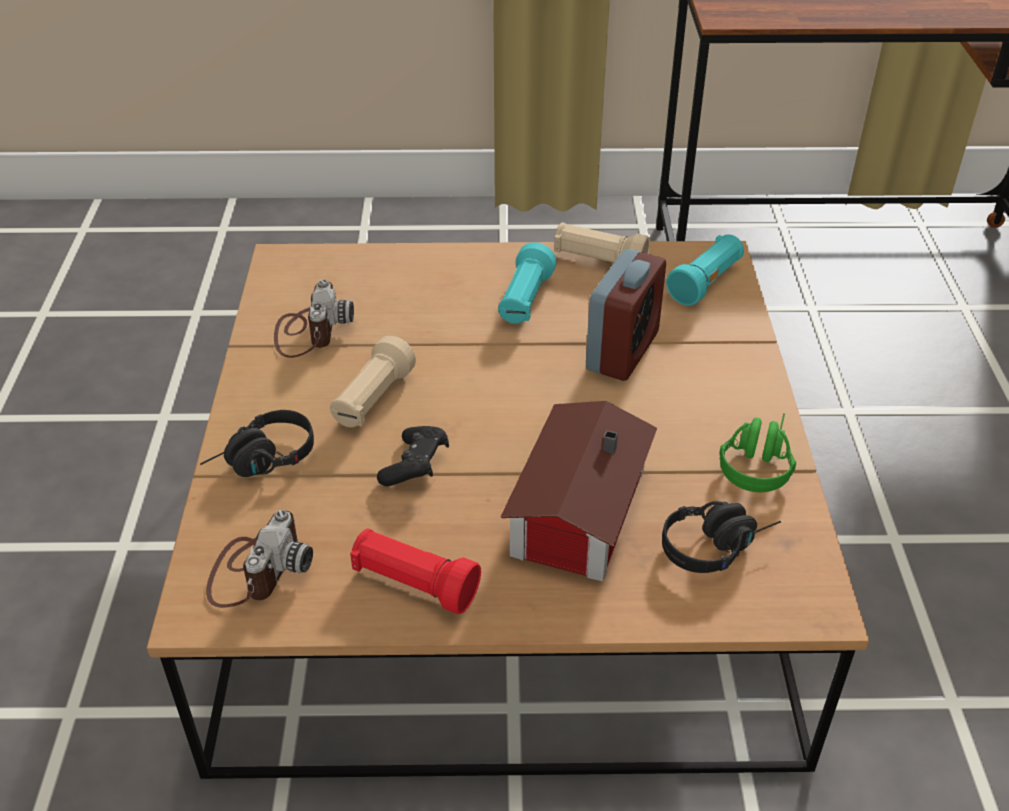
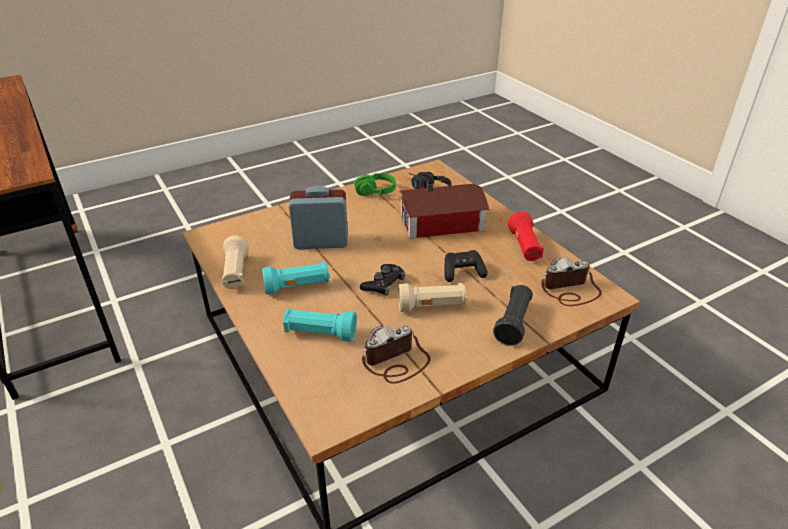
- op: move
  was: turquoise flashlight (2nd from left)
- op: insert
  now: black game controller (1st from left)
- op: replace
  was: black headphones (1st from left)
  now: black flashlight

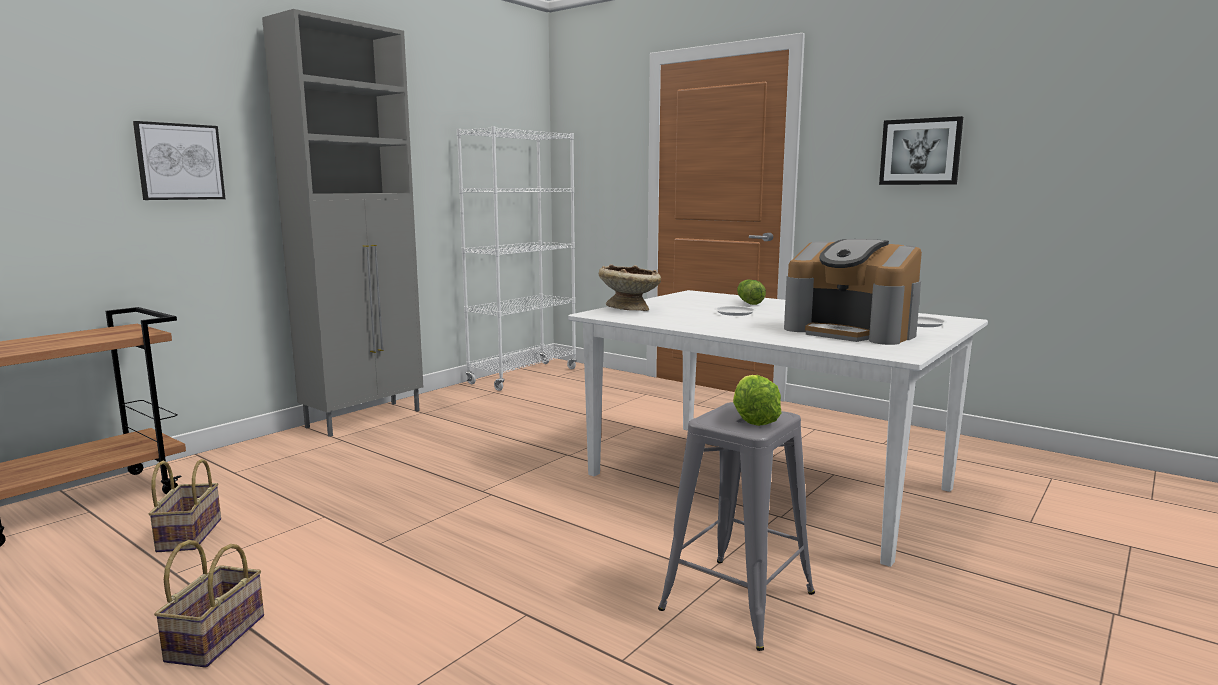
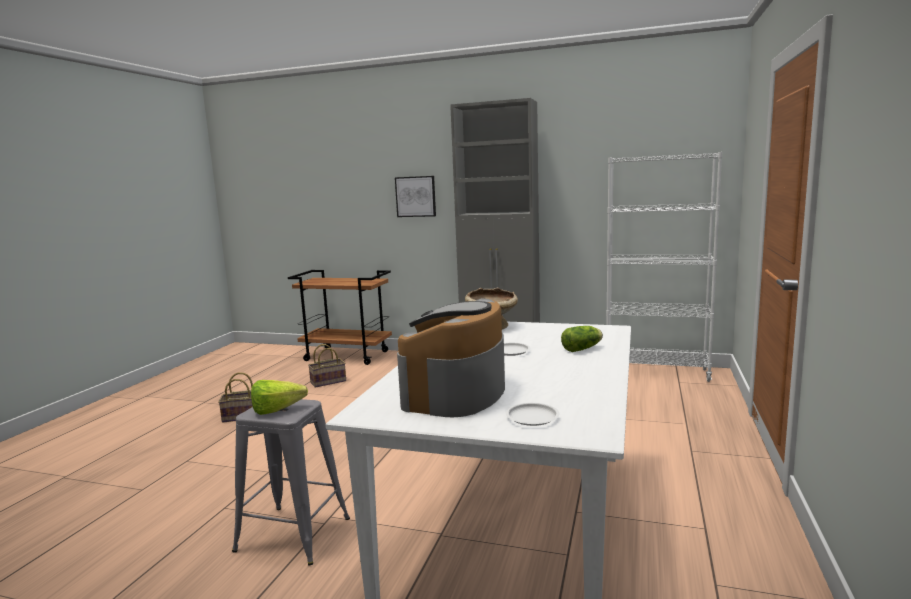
- op: delete
  was: picture (2nd from left)

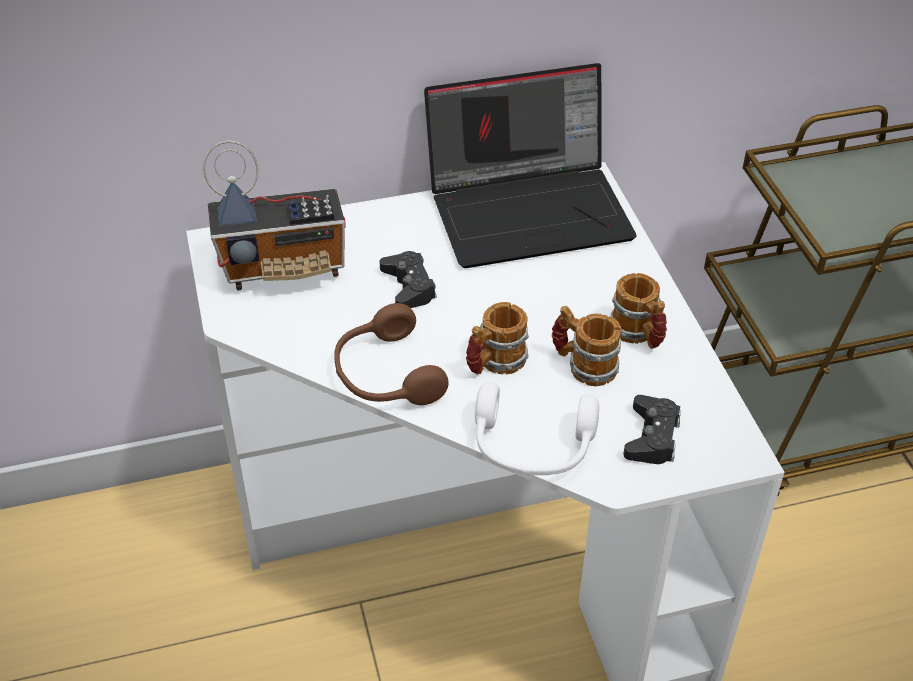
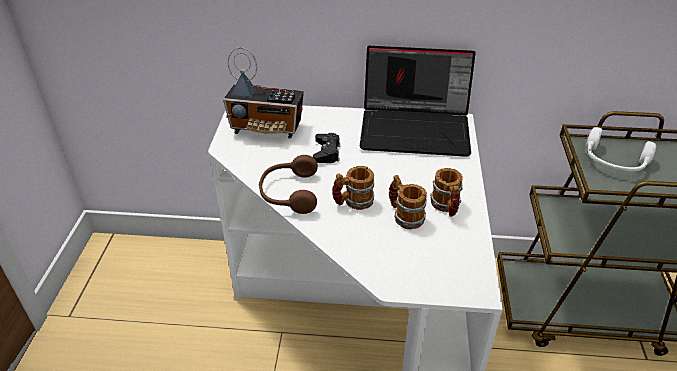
- op: move
  was: white headphones
- op: delete
  was: black game controller (2nd from left)

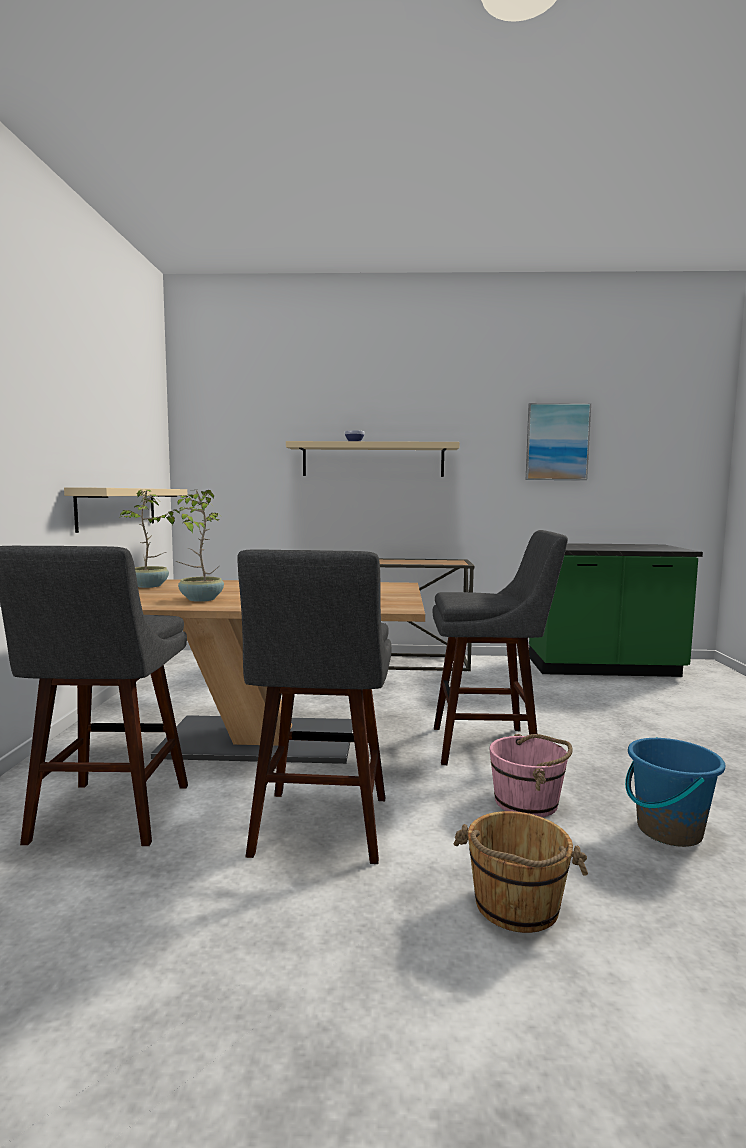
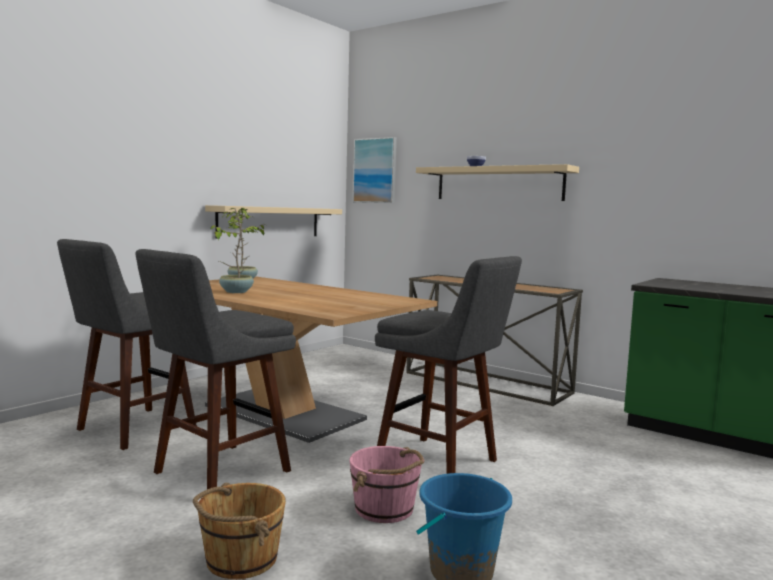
- op: move
  was: picture

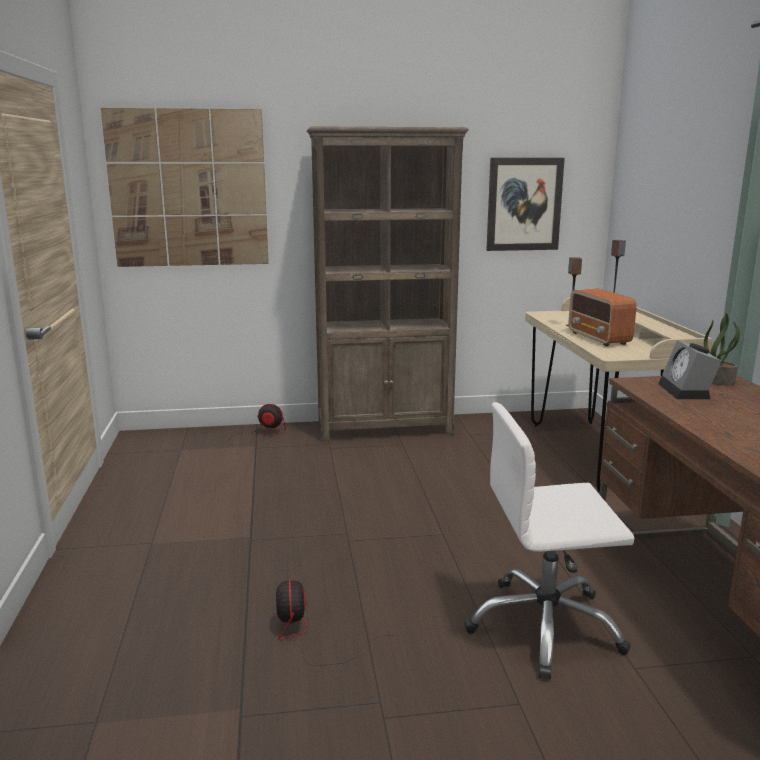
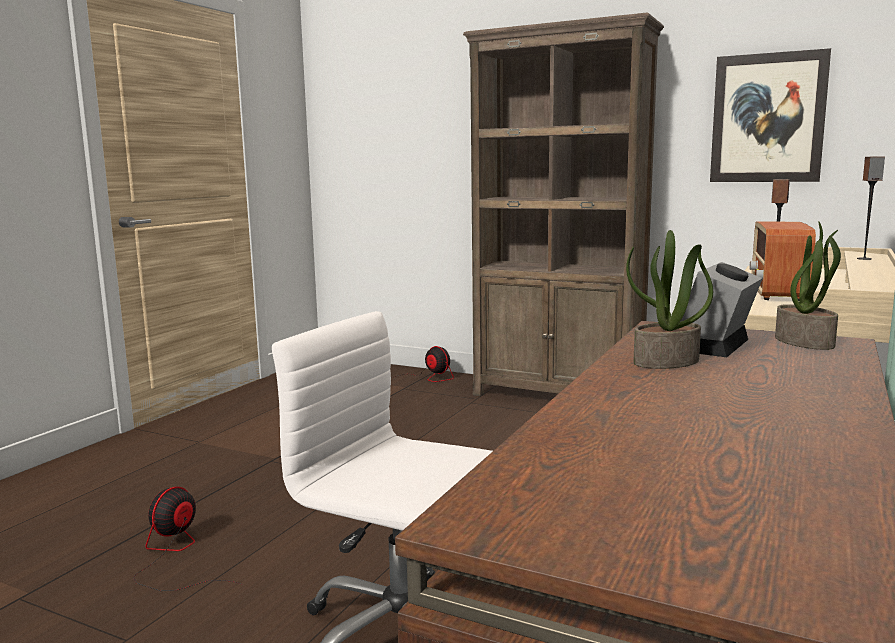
- op: insert
  now: potted plant (1st from left)
- op: delete
  was: picture (1st from left)

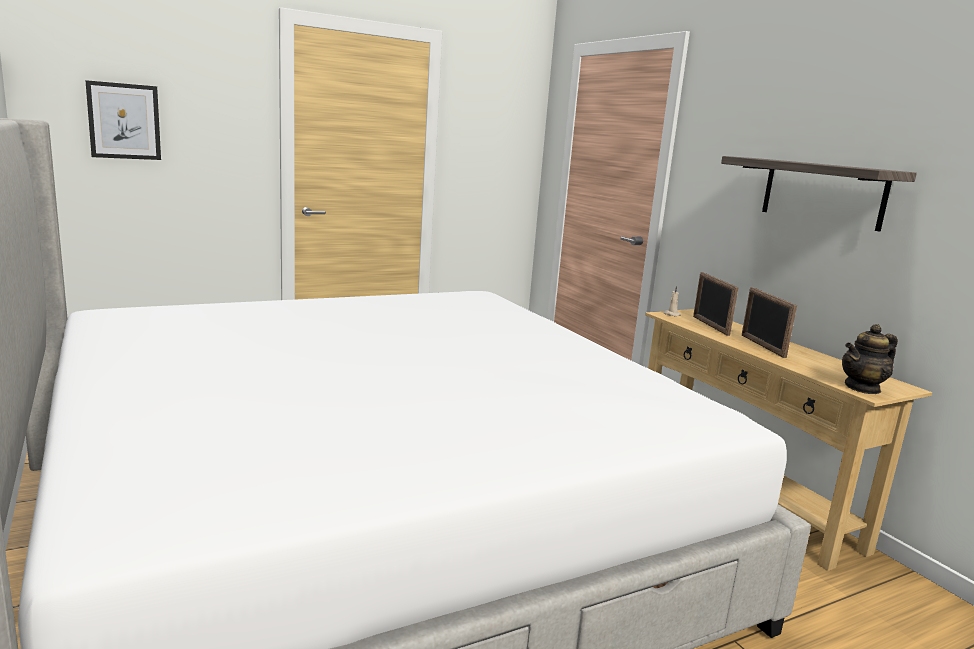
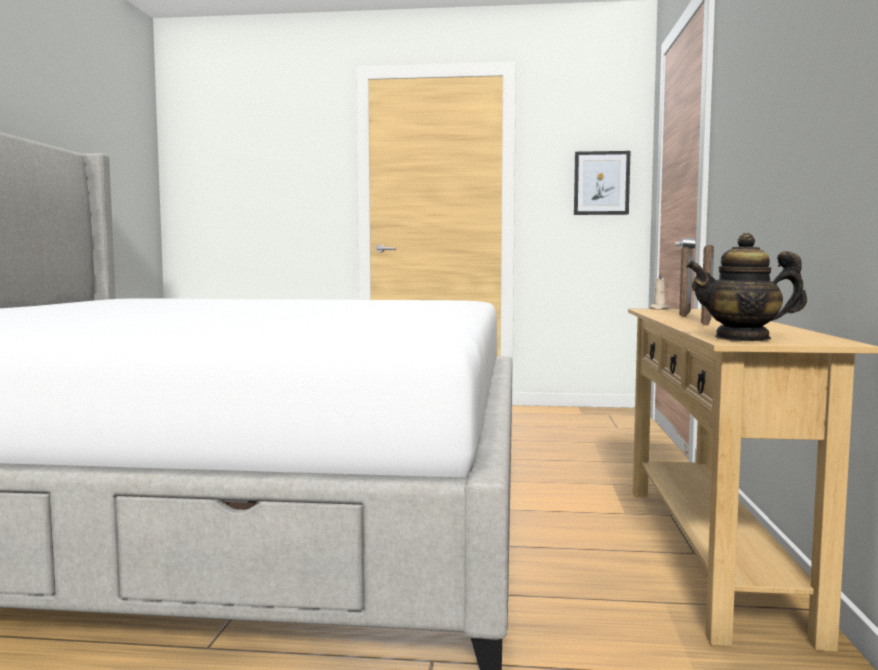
- op: move
  was: picture
- op: delete
  was: shelf

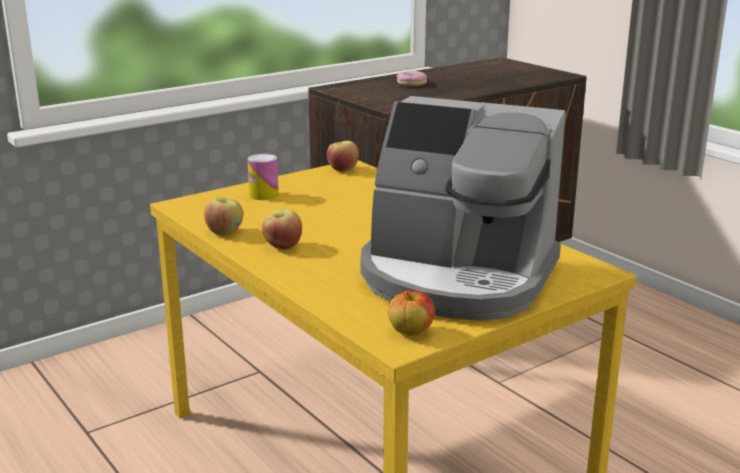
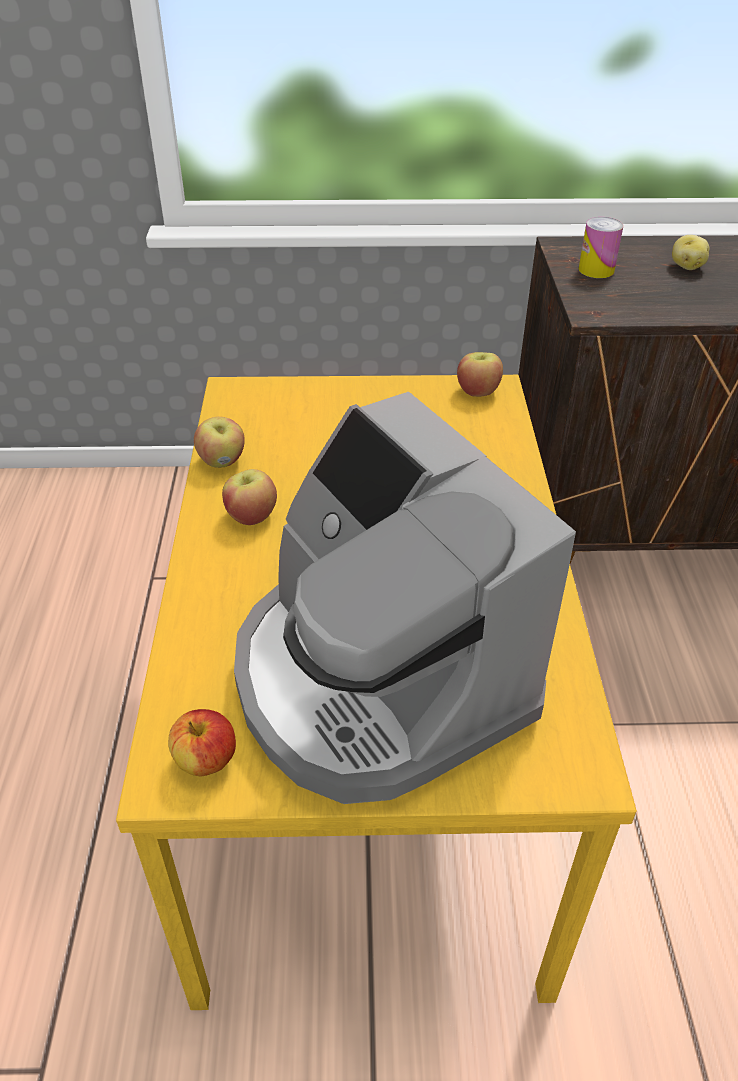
- op: move
  was: can
- op: replace
  was: donut
  now: potato

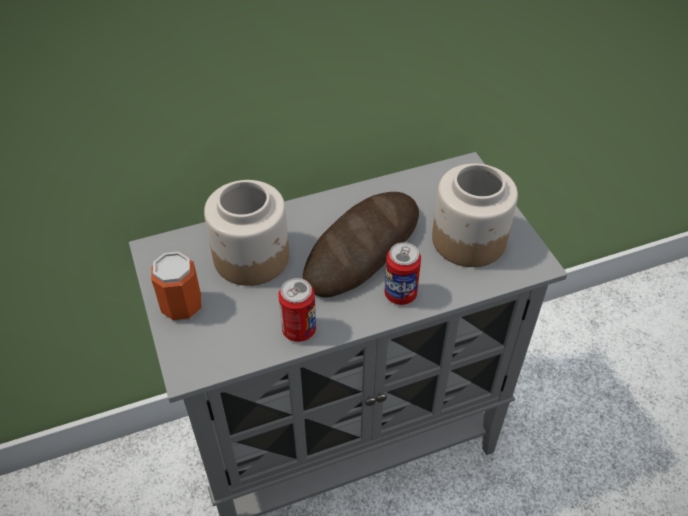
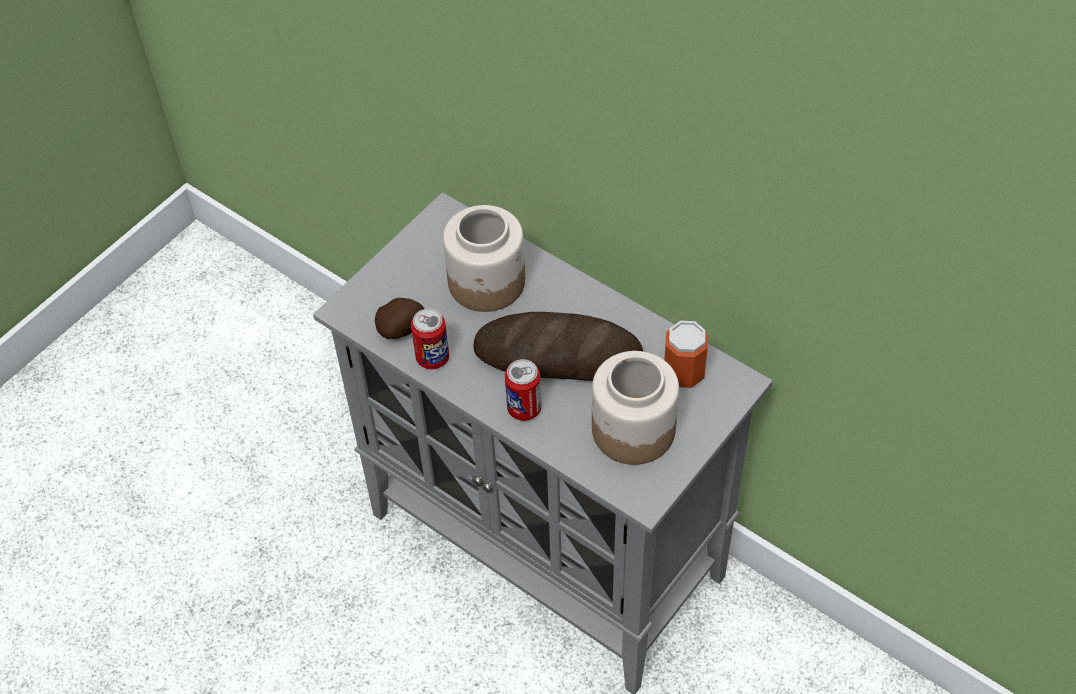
- op: insert
  now: potato
- op: move
  was: can (1st from left in the first image)
  now: can (3rd from left)

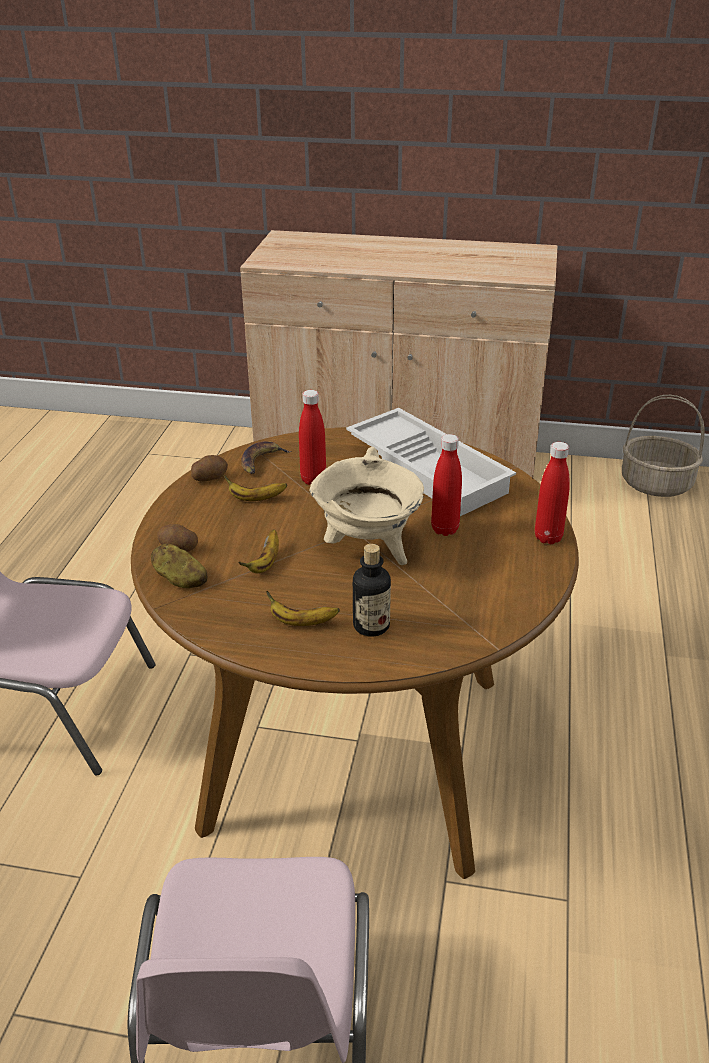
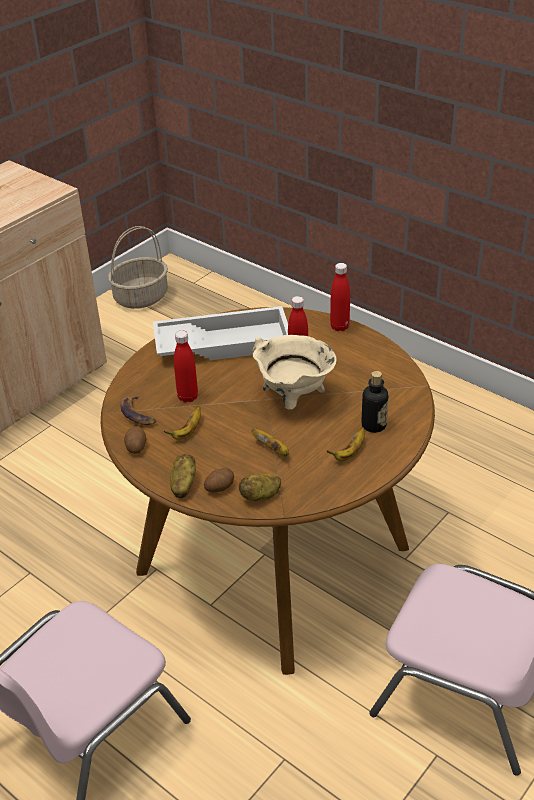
- op: insert
  now: potato (2nd from left)

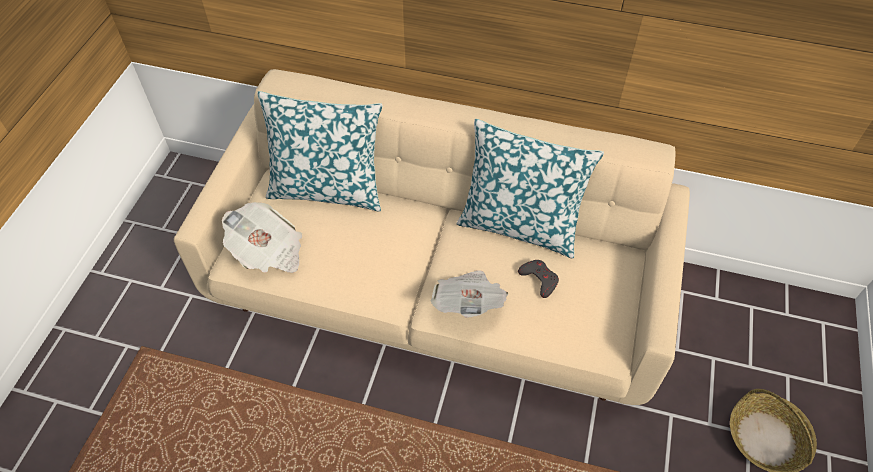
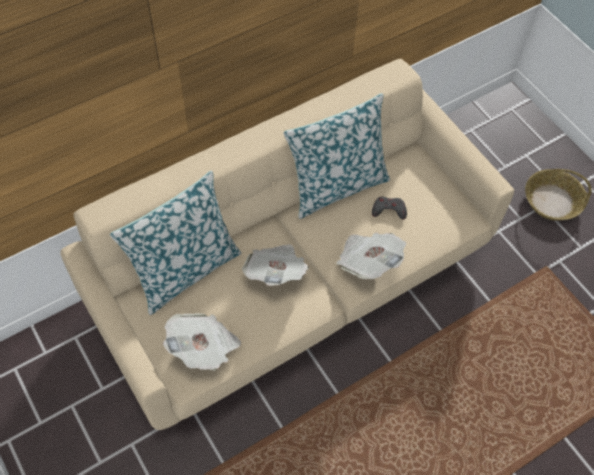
- op: insert
  now: newspaper (2nd from left)

